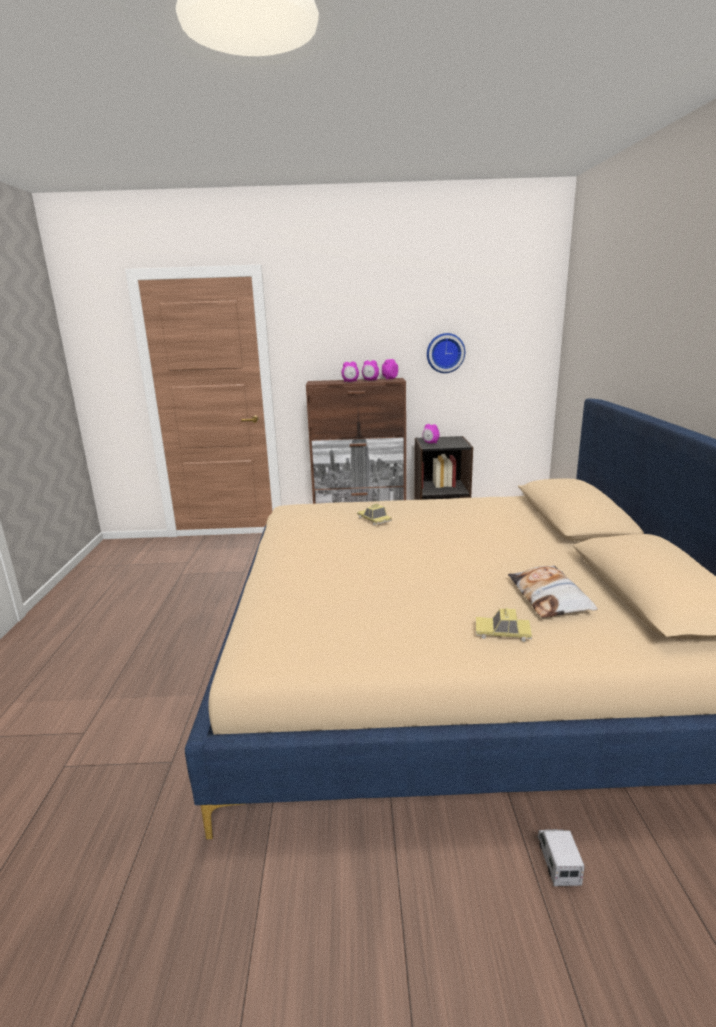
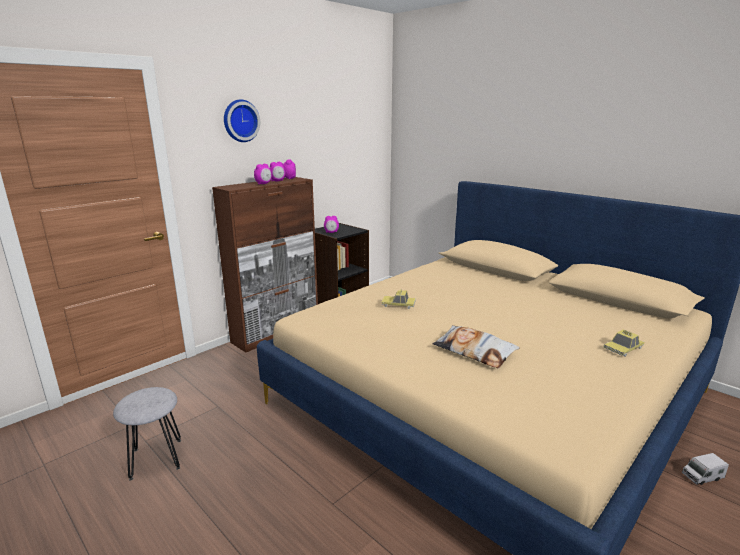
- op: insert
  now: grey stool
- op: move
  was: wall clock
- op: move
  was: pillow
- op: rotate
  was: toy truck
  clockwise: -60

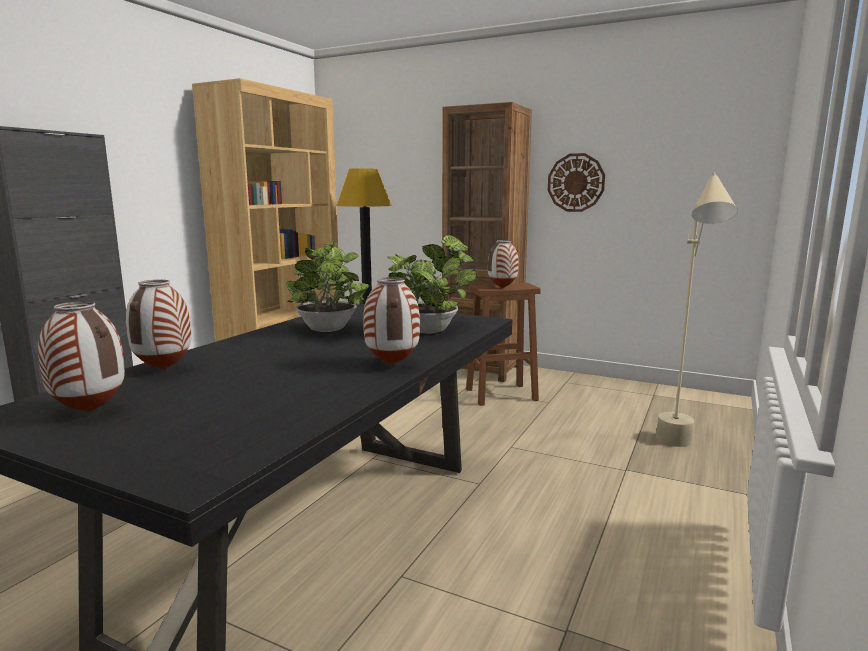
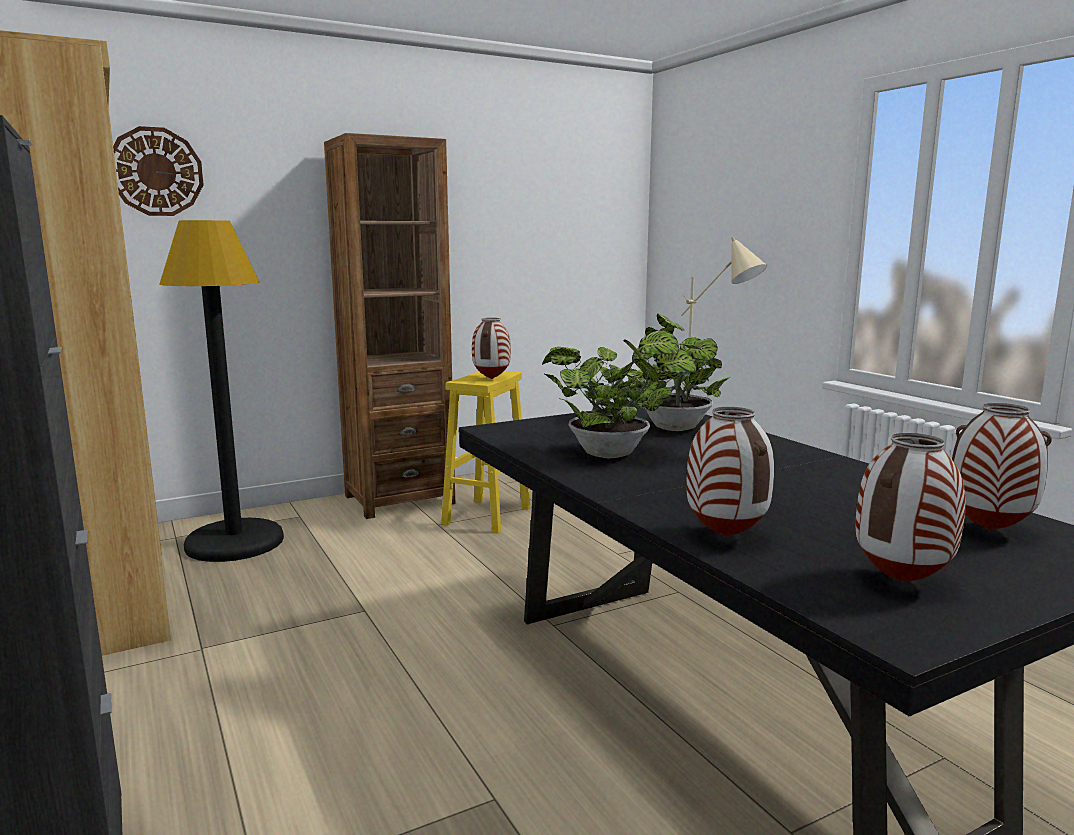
- op: move
  was: wall clock
- op: recolor
  was: brown stool
  now: yellow stool
- op: move
  was: vase (3rd from left in the first image)
  now: vase (4th from left)

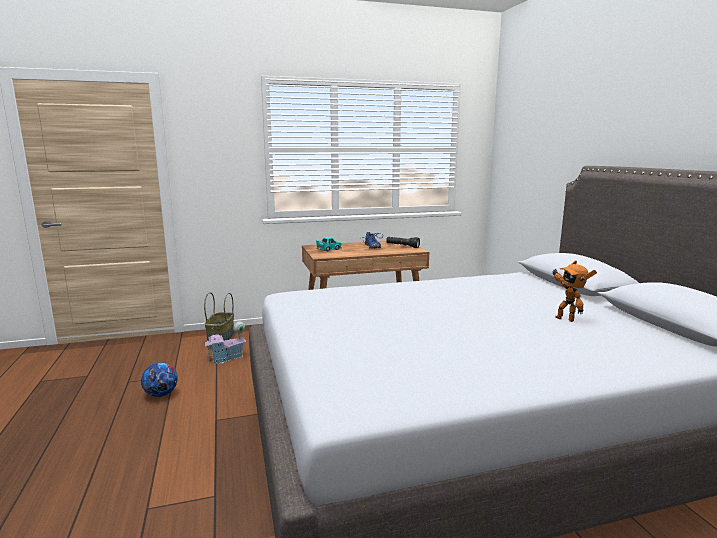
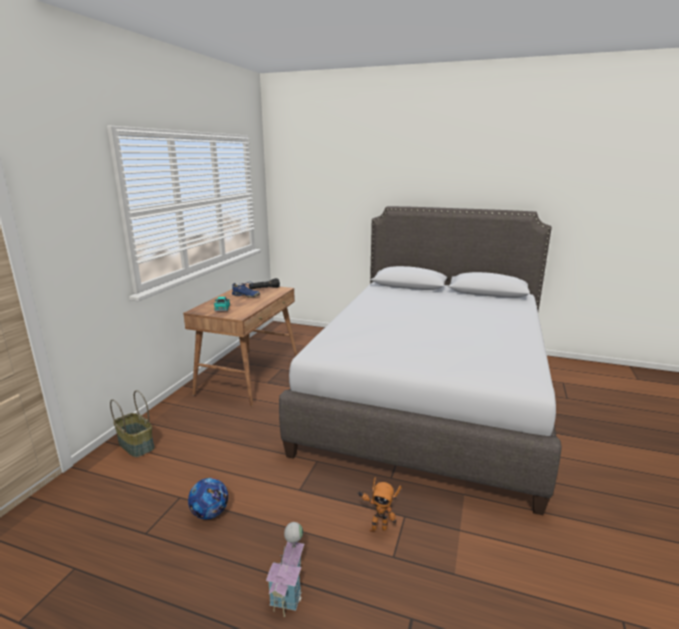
- op: move
  was: toy house
- op: move
  was: toy robot

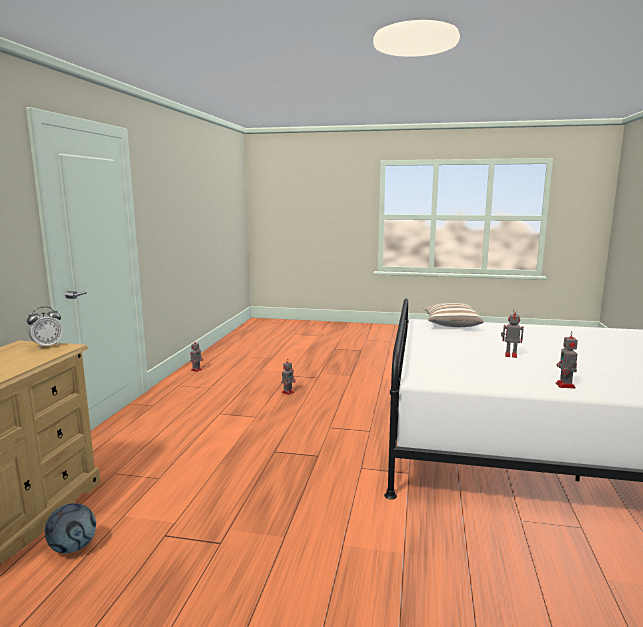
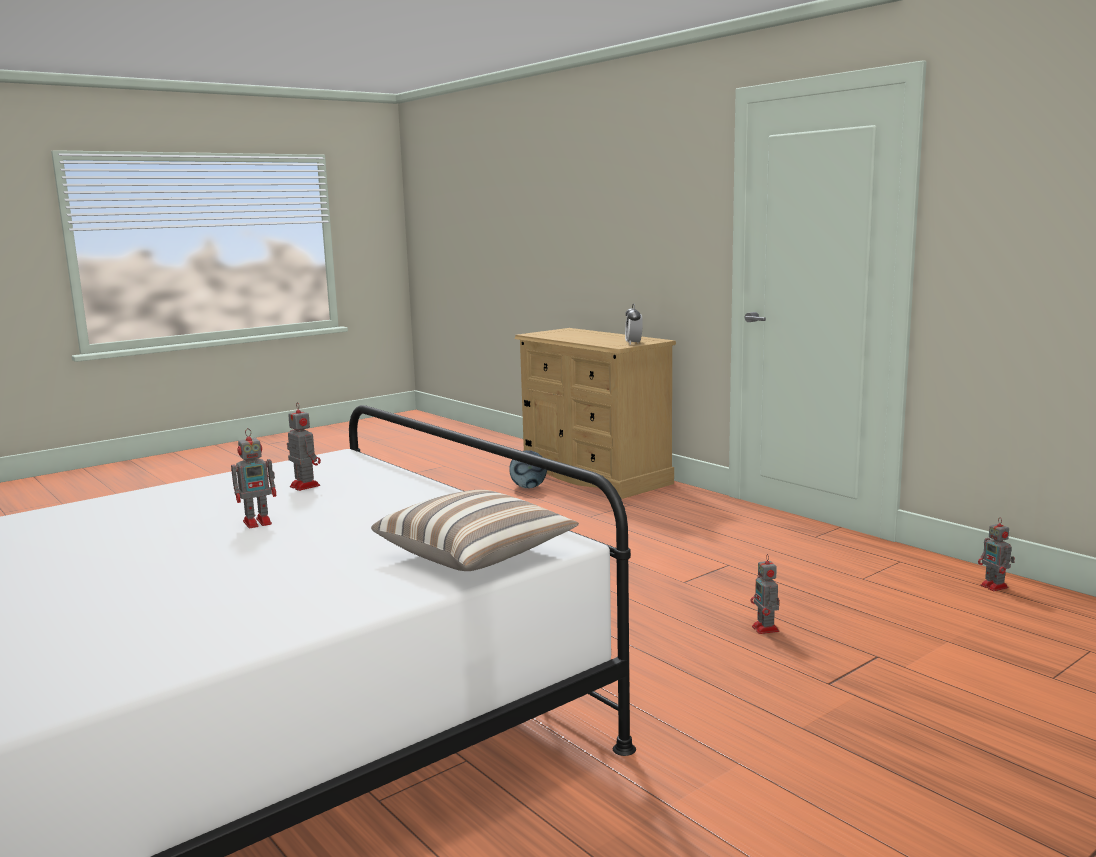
- op: move
  was: toy robot (4th from left in the first image)
  now: toy robot (2nd from left)

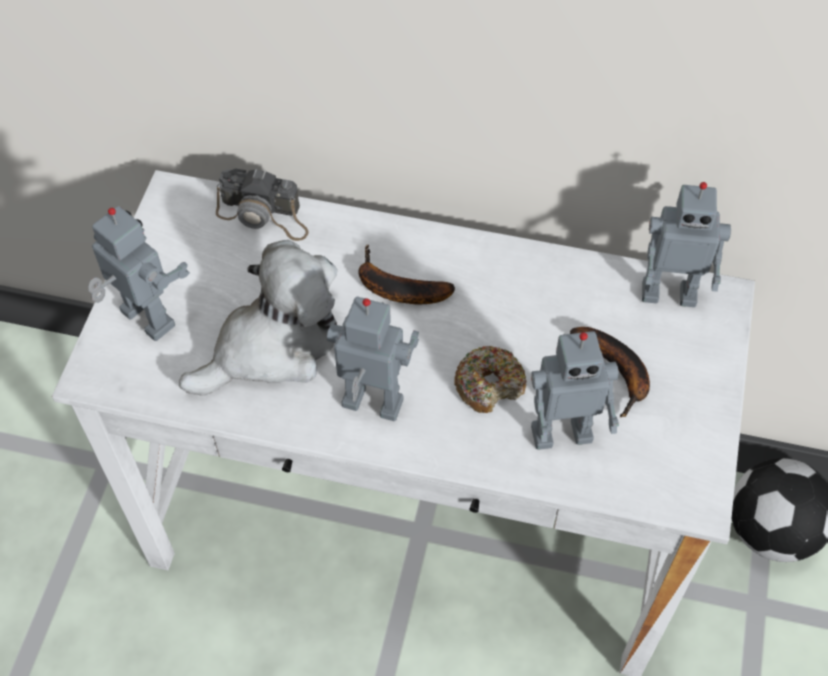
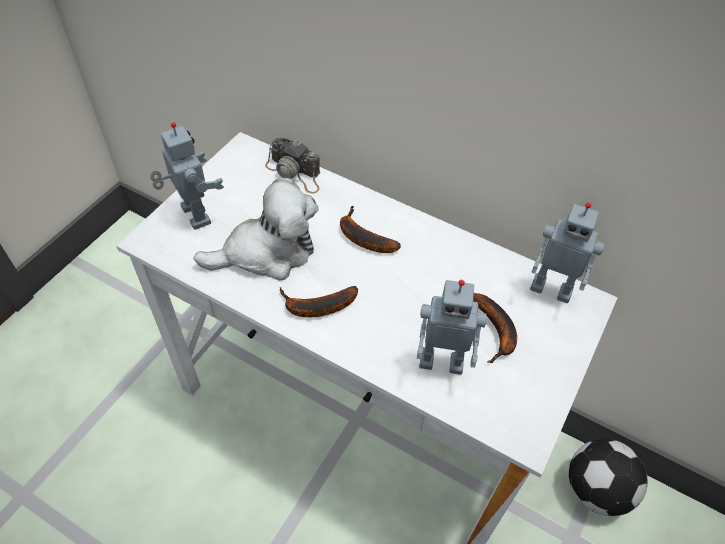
- op: replace
  was: toy robot (2nd from left)
  now: banana (1st from left)
- op: delete
  was: donut

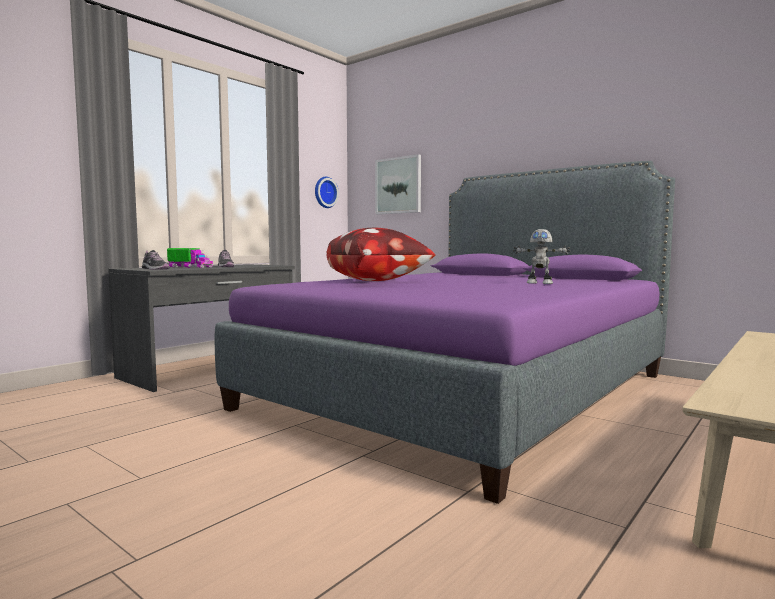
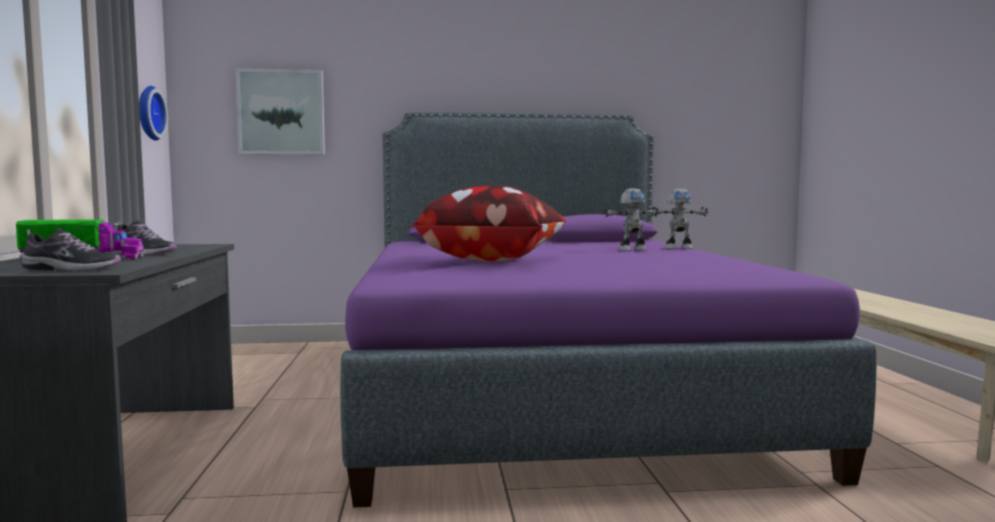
- op: insert
  now: toy robot (2nd from left)

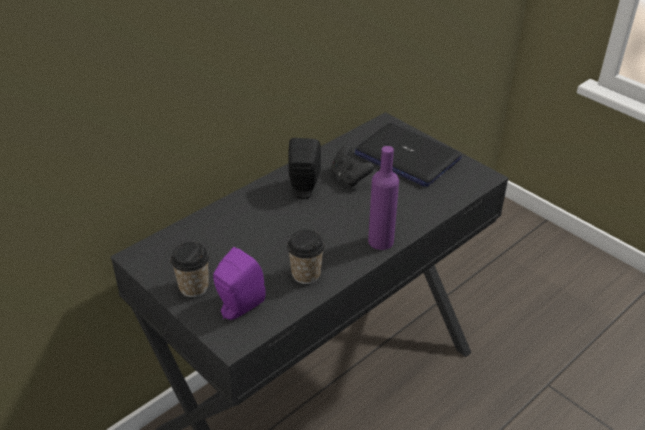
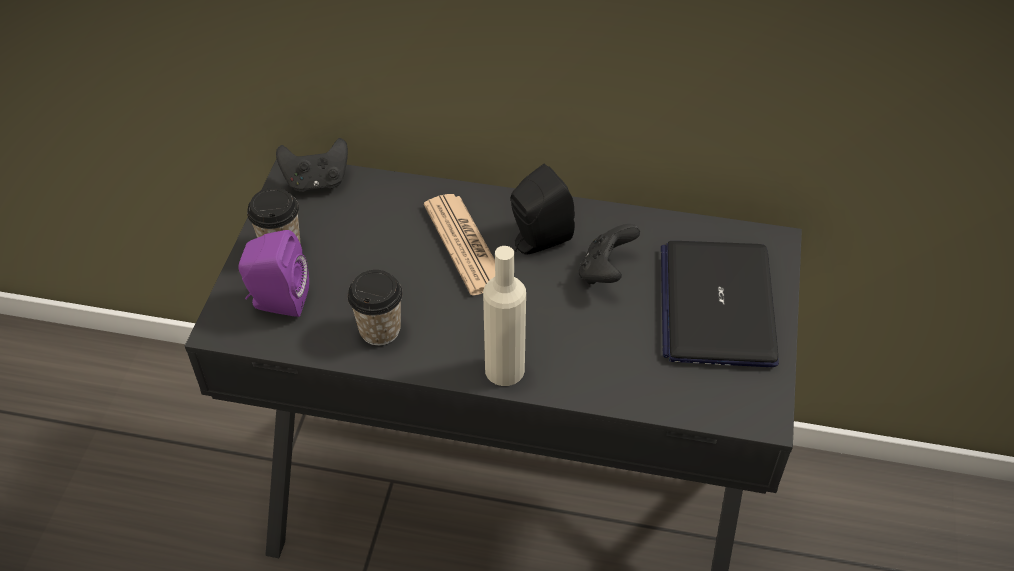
- op: insert
  now: black game controller (1st from left)
- op: insert
  now: newspaper
- op: recolor
  was: purple bottle
  now: beige bottle

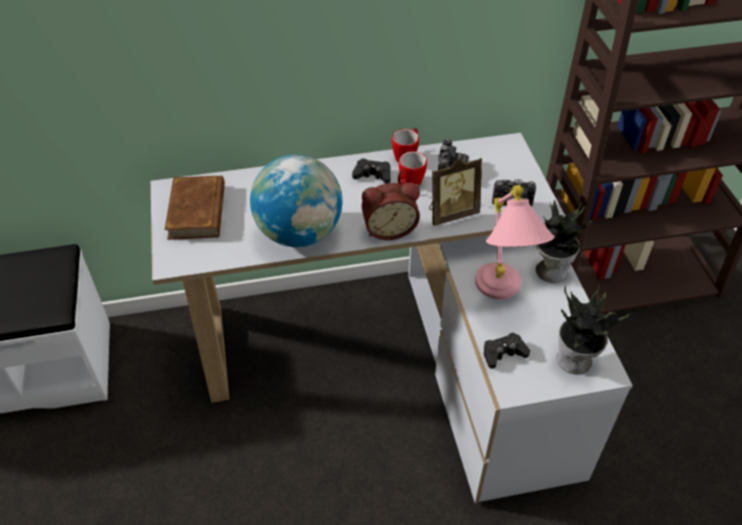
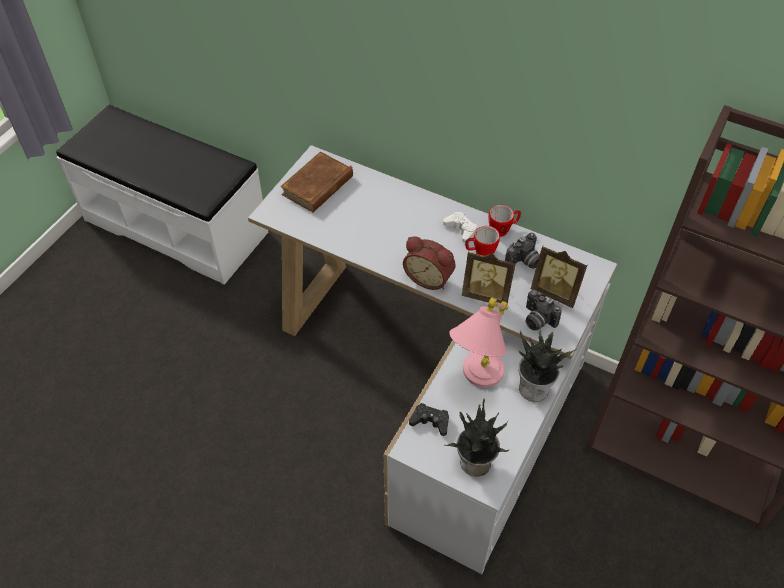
- op: recolor
  was: black game controller (1st from left)
  now: white game controller
- op: insert
  now: picture frame (2nd from left)
- op: delete
  was: globe

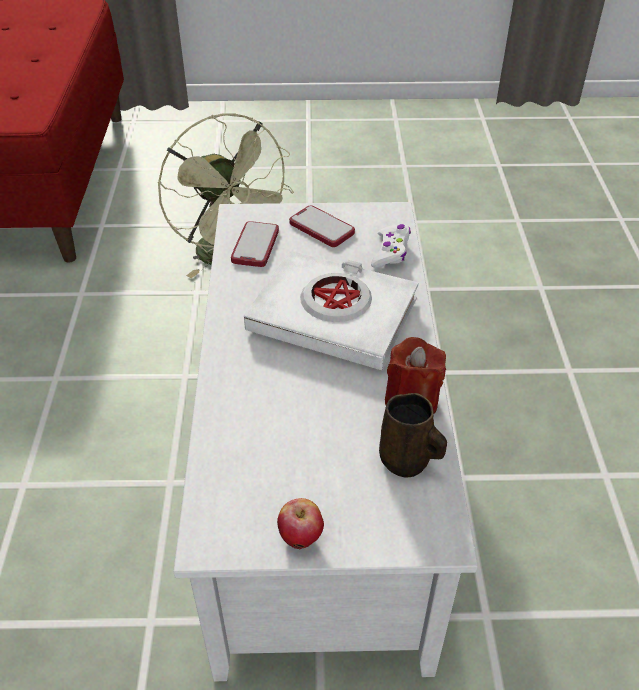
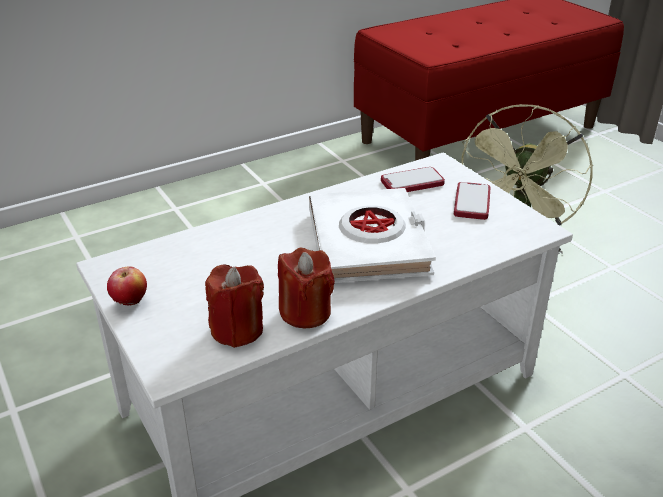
- op: replace
  was: brown mug
  now: red candle (1st from left)
- op: delete
  was: white game controller

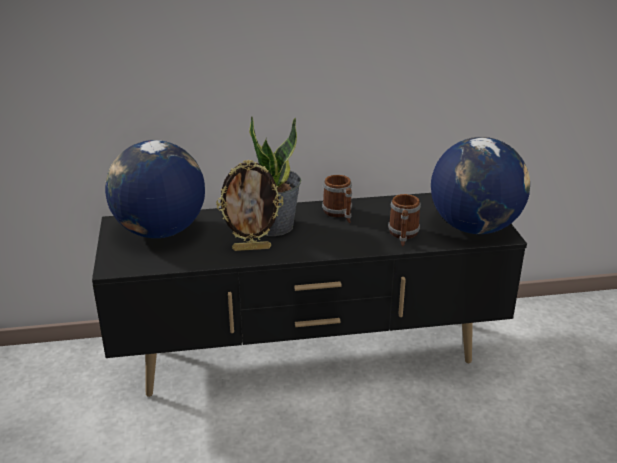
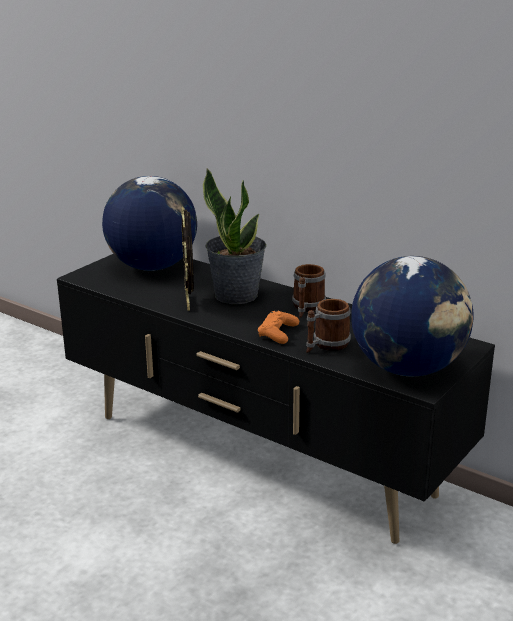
- op: rotate
  was: picture frame
  clockwise: 45
- op: insert
  now: orange game controller

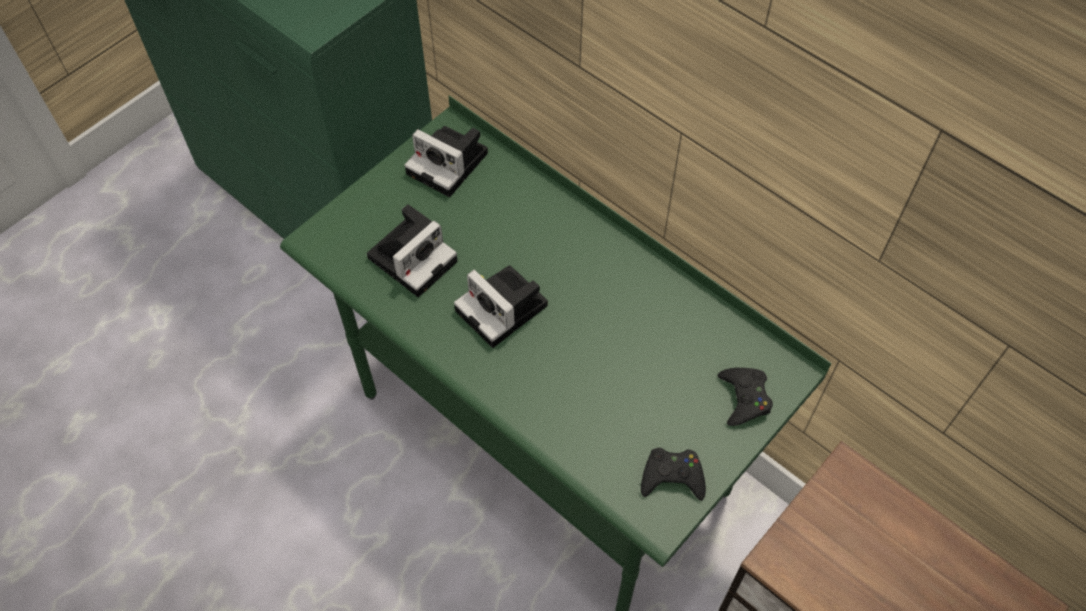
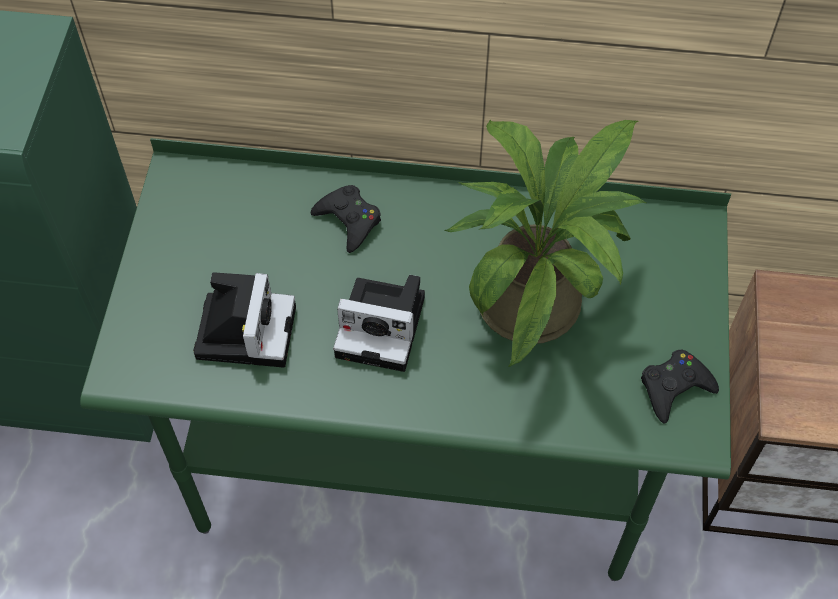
- op: move
  was: black game controller (2nd from left in the first image)
  now: black game controller (1st from left)
- op: insert
  now: potted plant
- op: delete
  was: photo camera (2nd from left)

